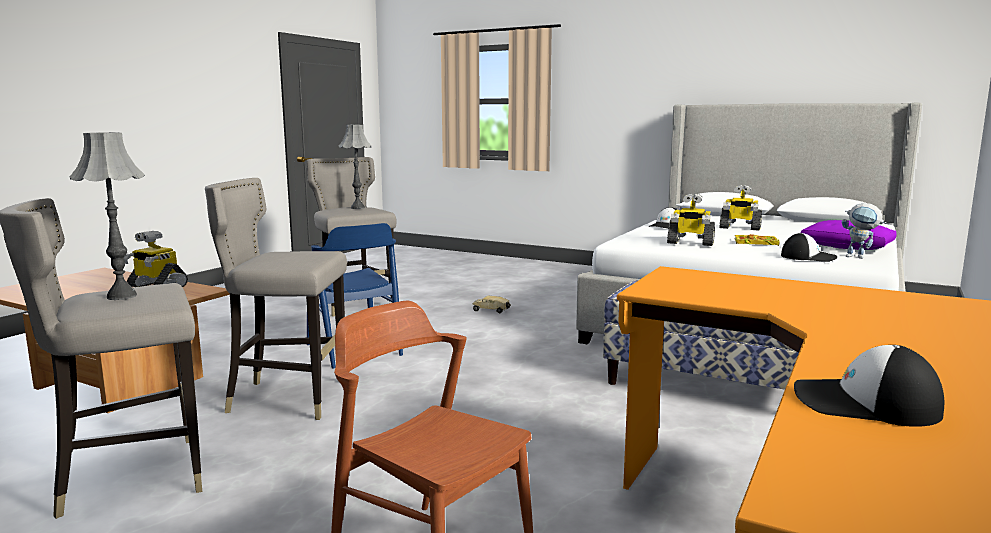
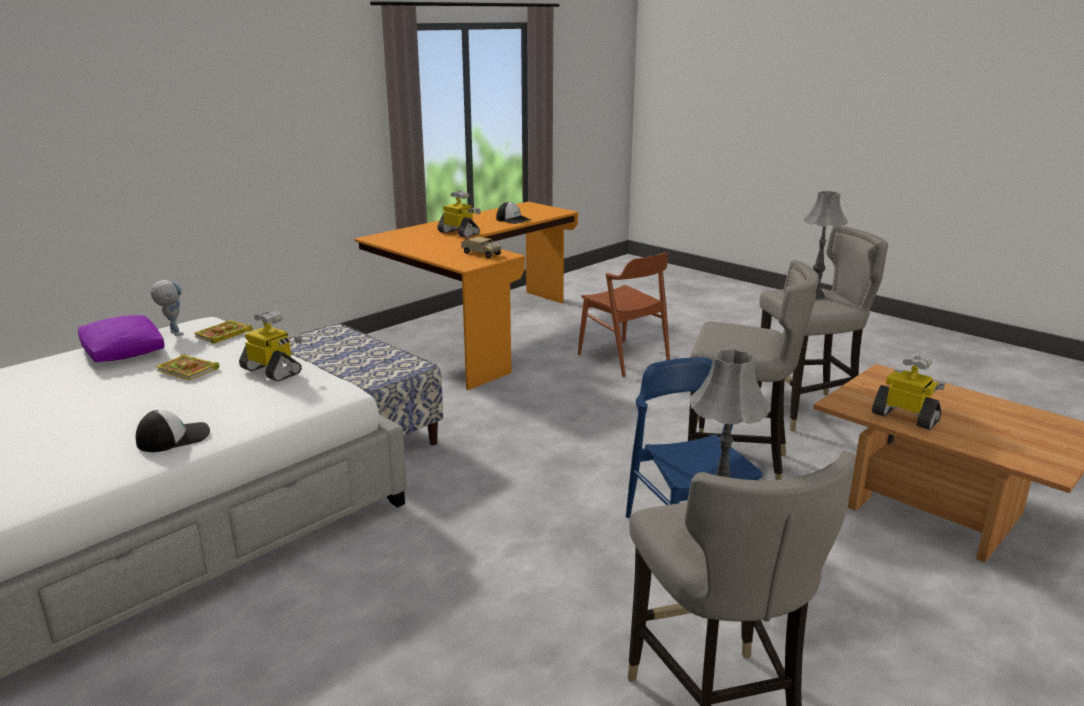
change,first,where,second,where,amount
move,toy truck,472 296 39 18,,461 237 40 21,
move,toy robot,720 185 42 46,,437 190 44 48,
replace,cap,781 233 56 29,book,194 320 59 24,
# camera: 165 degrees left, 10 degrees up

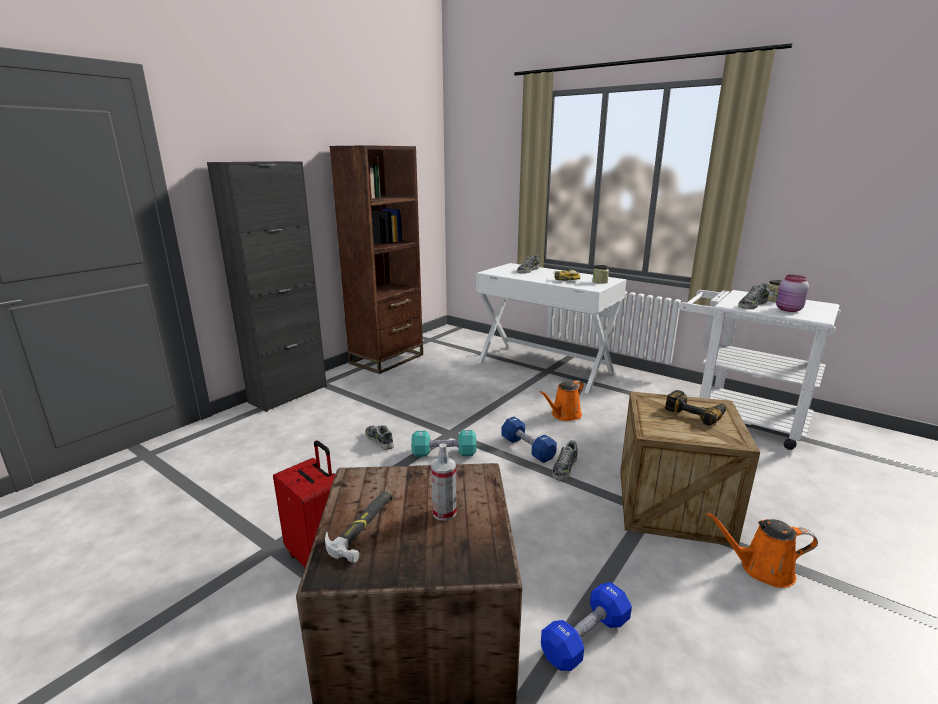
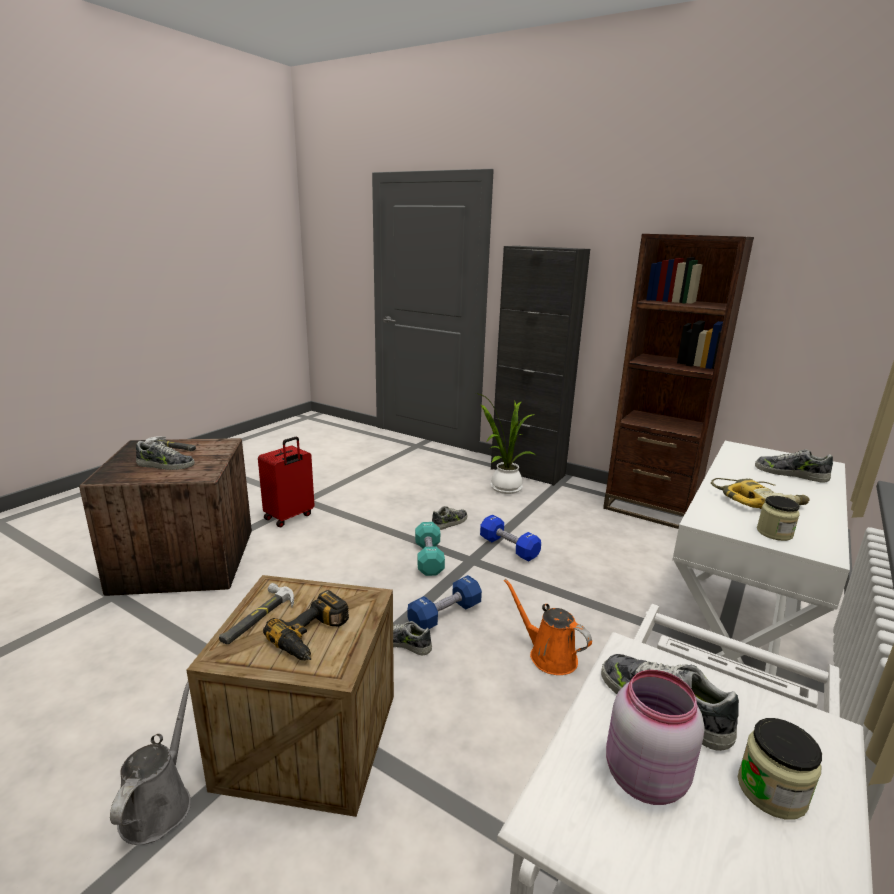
change,first,where,second,where,amount
replace,spray bottle,431 443 26 78,shoe,136 441 59 29,
move,blue dumbbell,541 582 91 89,,480 515 61 47,
recolor,orange watering can,706 511 112 77,grey watering can,110 681 81 164,
insert,,,hammer,219 583 75 61,
insert,,,potted plant,476 393 59 101,
# camera: 85 degrees right, 0 degrees up

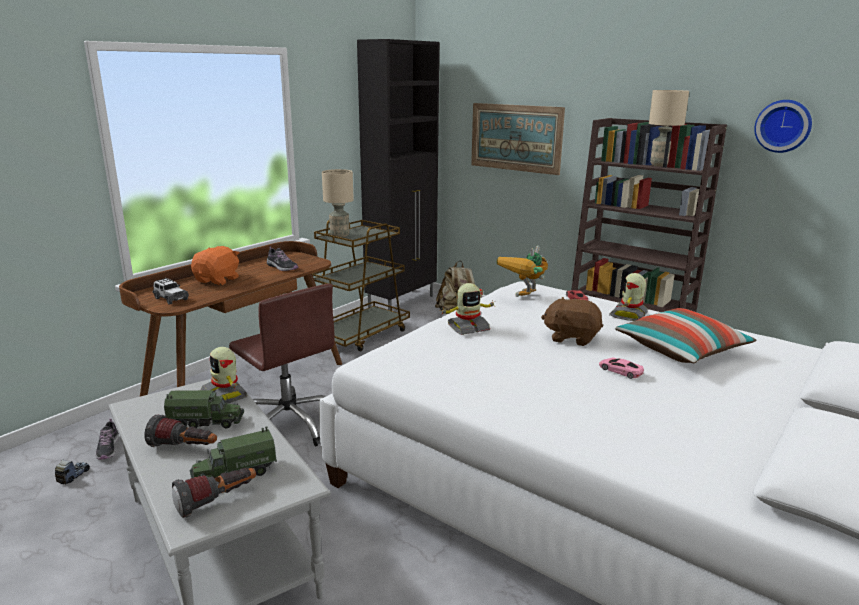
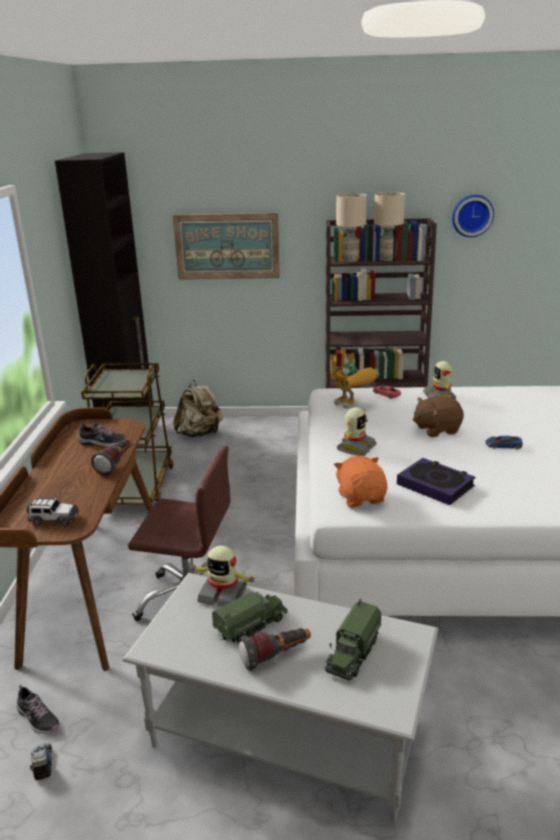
change,first,where,second,where,amount
move,flashlight,172 468 84 50,,91 439 40 36,
move,orange plush toy,191 246 48 39,,334 456 53 51,
move,beige table lamp,322 169 32 68,,336 193 31 69,
rotate,toy robot,497 245 51 52,,333 356 47 53,45 degrees counterclockwise
recolor,pink toy car,599 358 45 21,blue toy car,486 436 37 13,
delete,pillow,615 308 141 55,,,
insert,,,book,397 458 79 47,
# camera: 35 degrees left, 5 degrees up

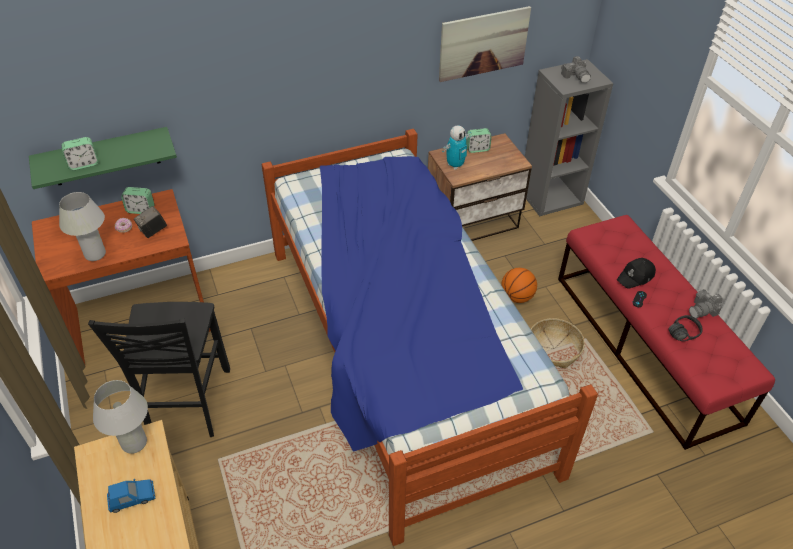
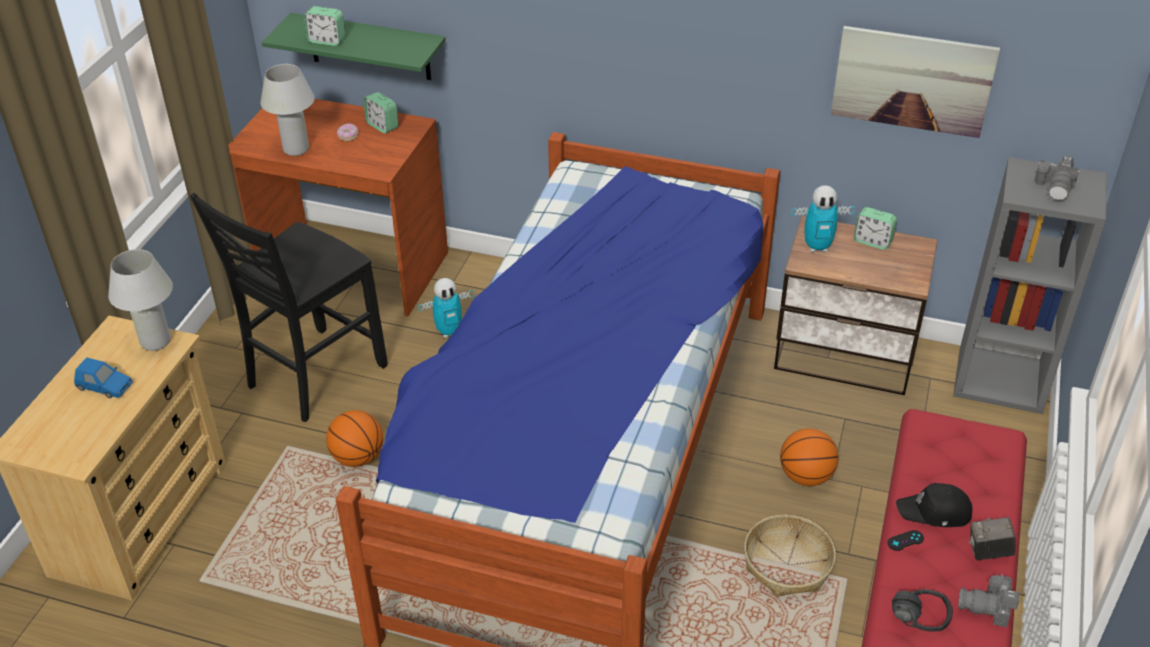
change,first,where,second,where,amount
move,photo camera,134 206 33 32,,969 517 47 43,
insert,,,basketball,326 410 57 57,
insert,,,toy robot,418 278 56 60,
# camera: 40 degrees right, 5 degrees down

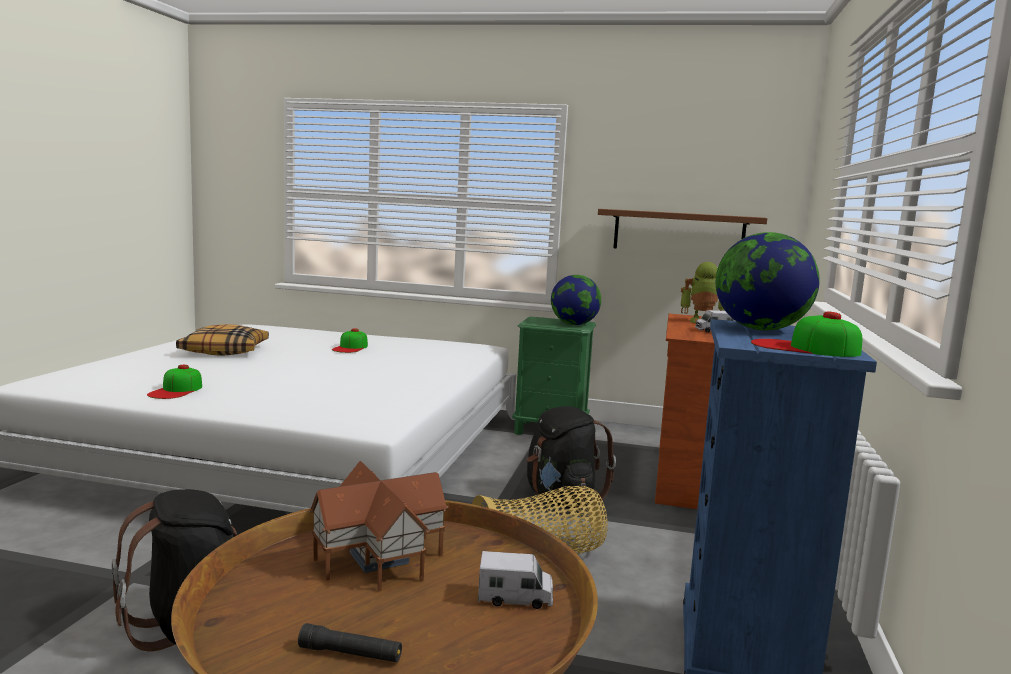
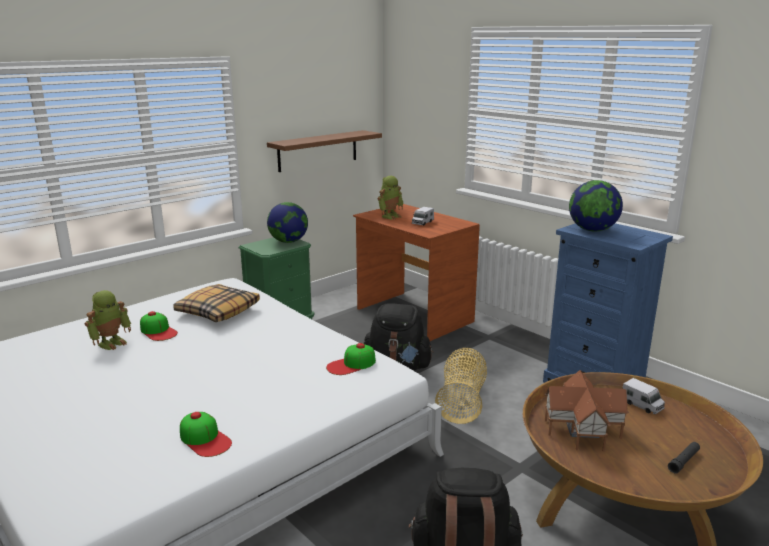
change,first,where,second,where,amount
move,pillow,176 324 93 31,,173 284 87 38,
rotate,toy truck,478 551 75 58,,623 378 42 36,105 degrees clockwise
move,cap,751 311 111 46,,326 343 50 32,
insert,,,toy robot,85 290 46 60,
# camera: 55 degrees left, 10 degrees up

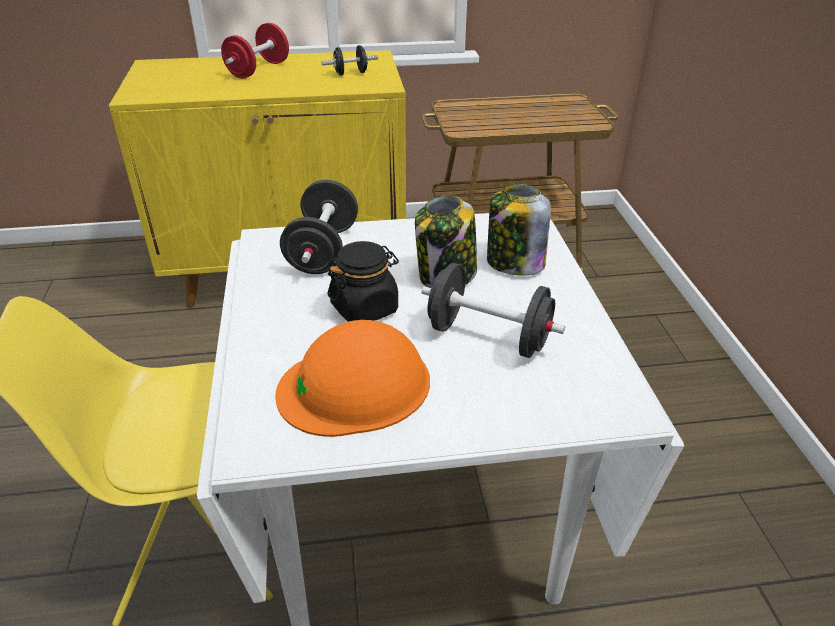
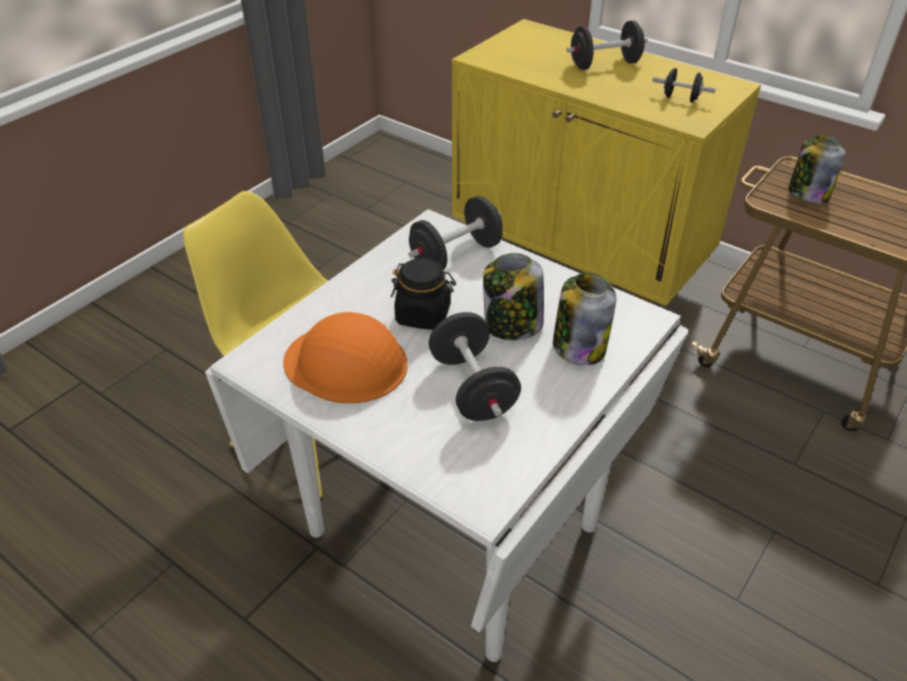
change,first,where,second,where,amount
recolor,red dumbbell,221 23 68 56,black dumbbell,567 20 81 50,
insert,,,jar,788 135 58 69,
# camera: 45 degrees right, 5 degrees up

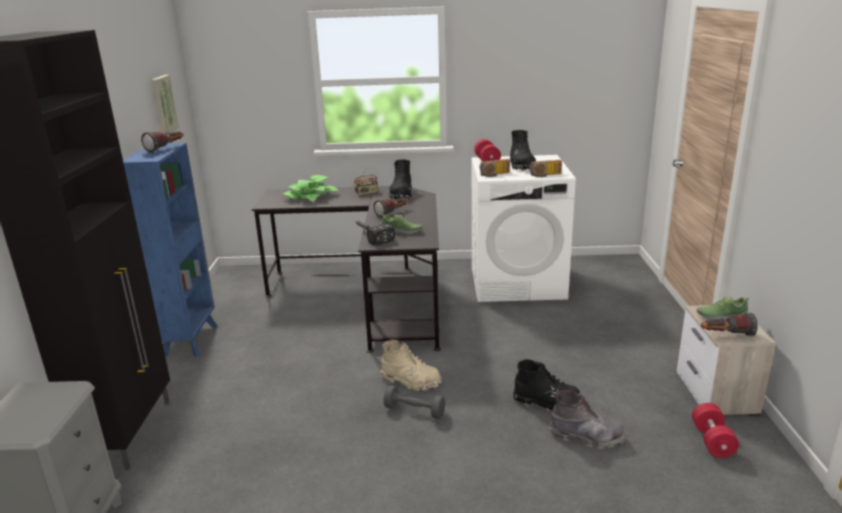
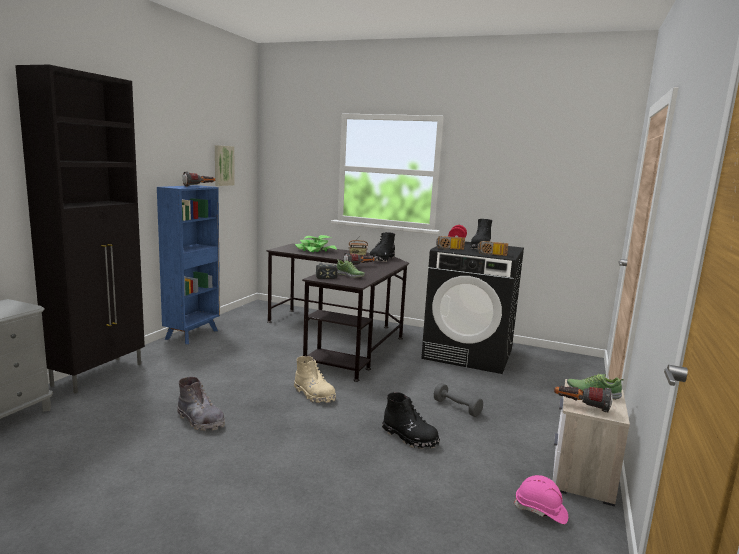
change,first,where,second,where,amount
move,grey dumbbell,384 385 61 34,,434 383 49 34,
recolor,white washing machine,471 155 105 147,black washing machine,421 241 103 133,
move,grey boot,550 390 75 59,,177 377 48 54,
replace,red dumbbell,692 403 47 55,pink hard hat,514 475 54 49,
# camera: 20 degrees right, 10 degrees down

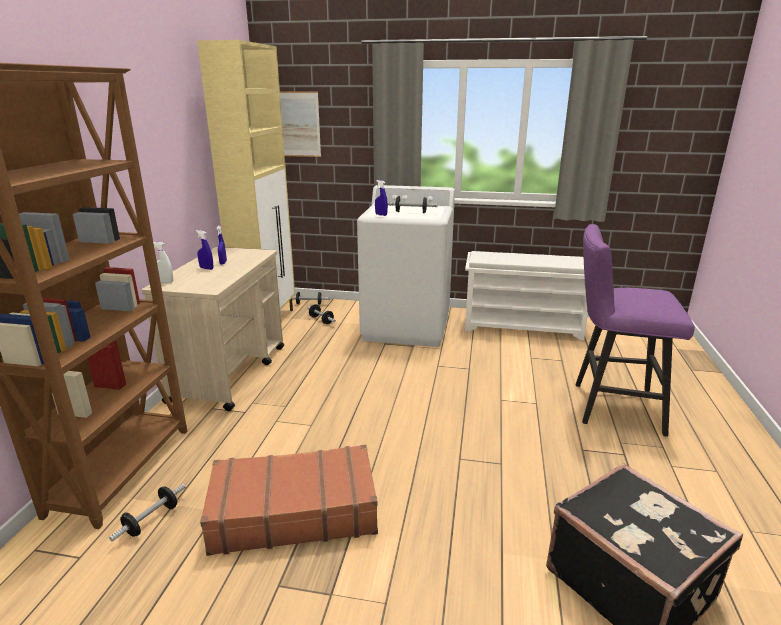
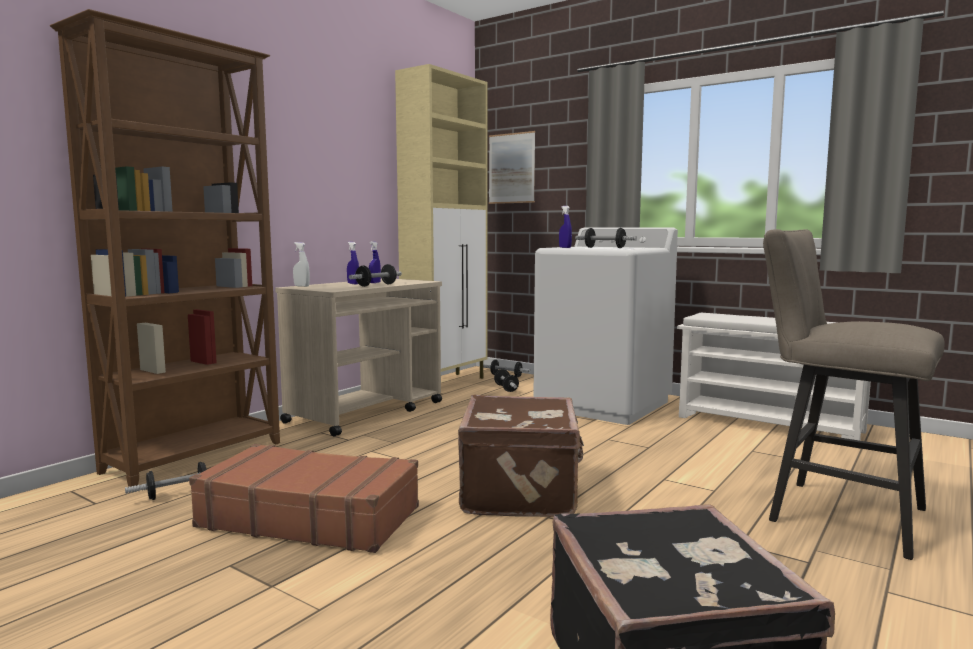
change,first,where,second,where,amount
recolor,purple stool,576 224 119 213,beige stool,763 229 182 331,
insert,,,dumbbell,349 264 53 23,
insert,,,brown suitcase,458 395 126 122,
# camera: 25 degrees right, 15 degrees down

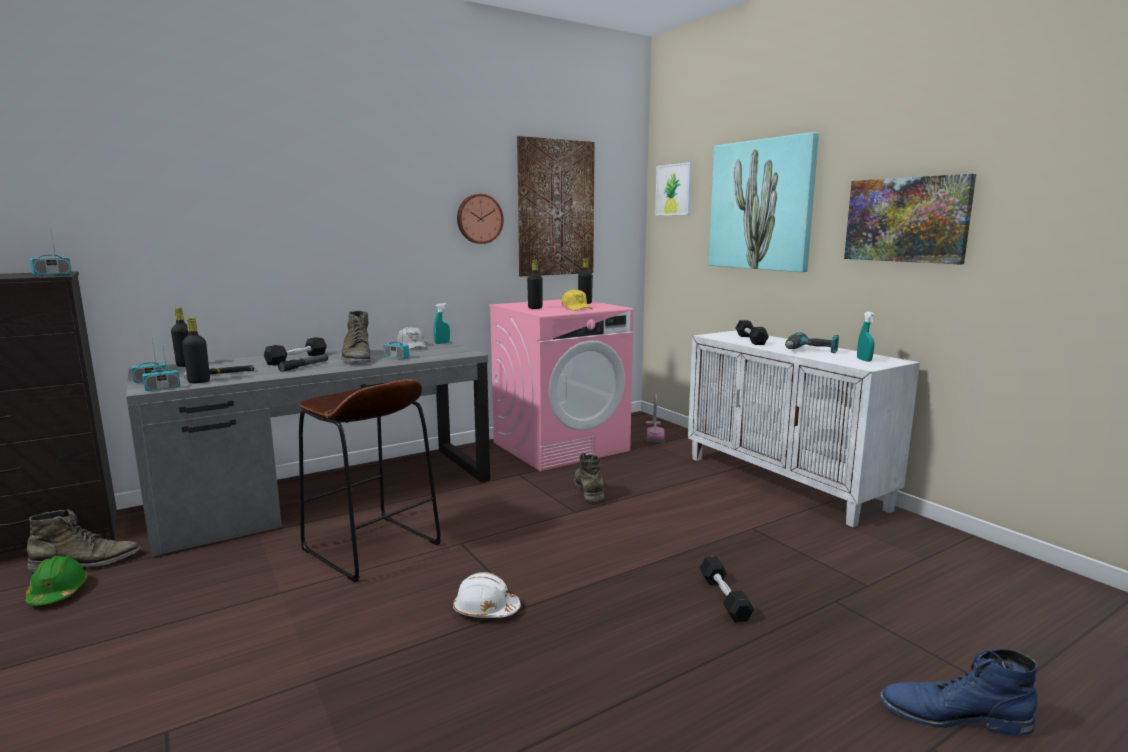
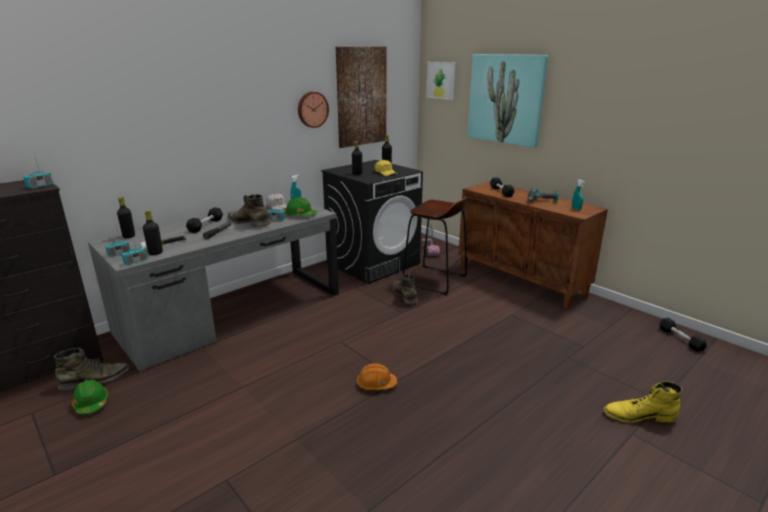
change,first,where,second,where,amount
move,brown stool,299 379 142 203,,403 196 64 99,
rotate,green boot,341 311 30 51,,227 194 43 33,150 degrees clockwise
recolor,white hard hat,453 572 68 46,orange hard hat,357 363 40 27,
recolor,pink washing machine,489 299 145 172,black washing machine,321 160 102 124,
recolor,white cabinet,688 330 232 197,brown cabinet,458 182 150 127,
move,black dumbbell,699 557 55 66,,659 318 48 34,
delete,picture,844 174 132 90,,,
recolor,blue boot,880 649 158 87,yellow boot,604 382 78 41,
insert,,,green hard hat,285 197 32 19,
# camera: 10 degrees left, 10 degrees up

